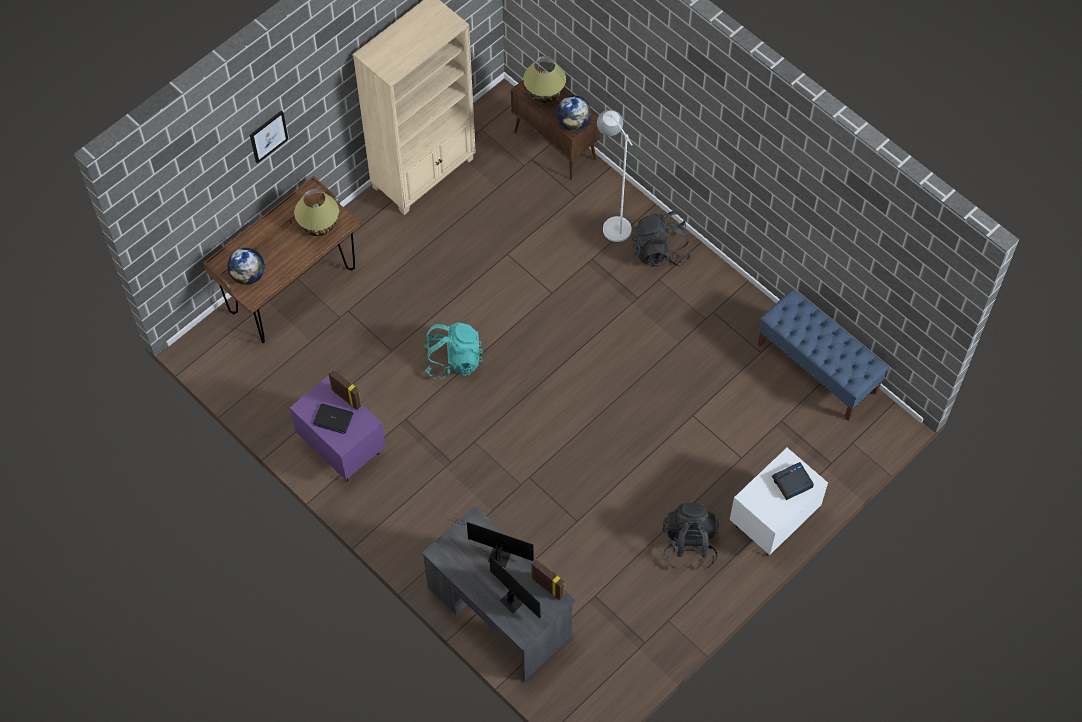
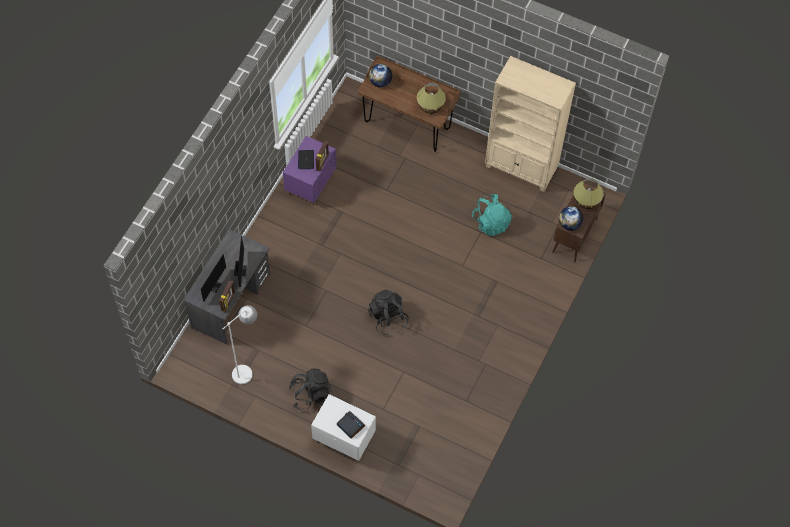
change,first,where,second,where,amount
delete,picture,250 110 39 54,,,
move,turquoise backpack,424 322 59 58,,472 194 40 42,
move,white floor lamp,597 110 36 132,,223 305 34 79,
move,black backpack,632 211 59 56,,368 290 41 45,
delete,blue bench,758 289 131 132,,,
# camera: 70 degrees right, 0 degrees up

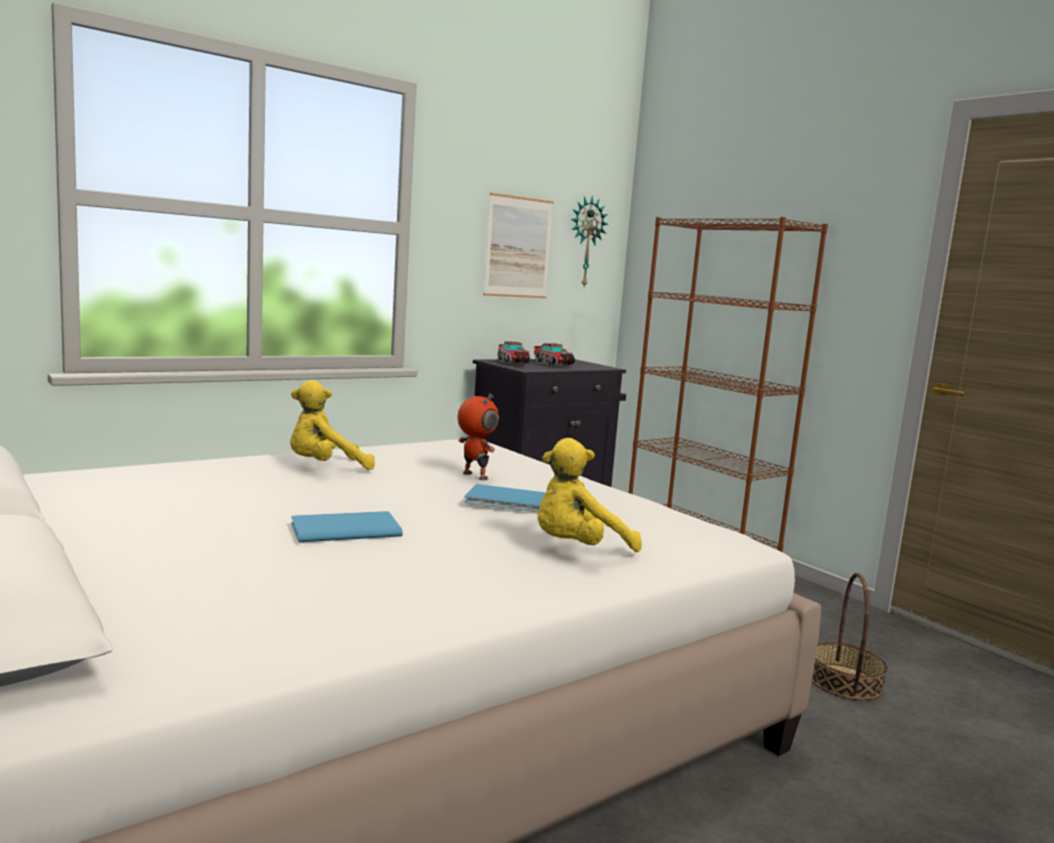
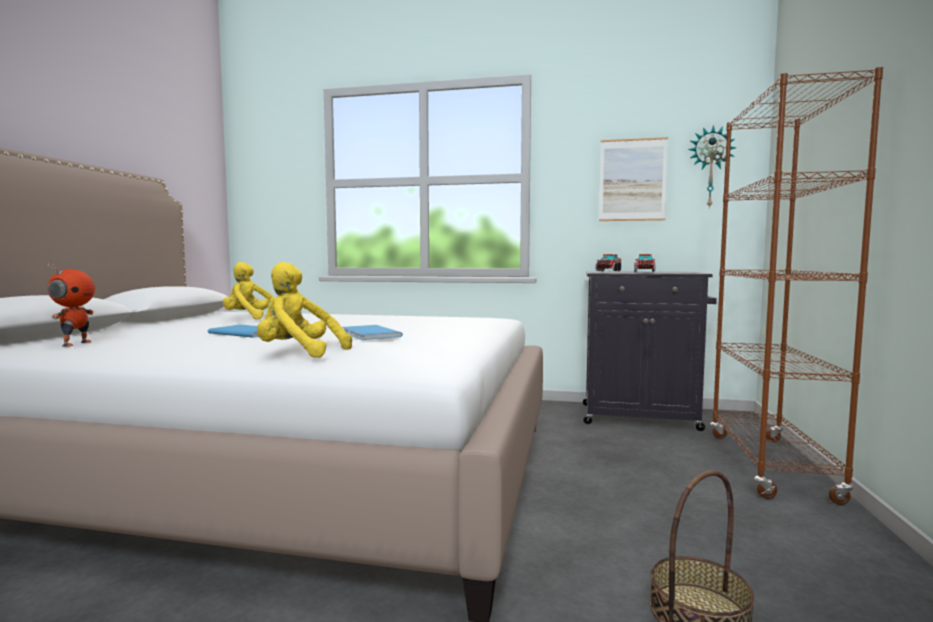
change,first,where,second,where,amount
move,yellow plush toy,290 380 85 90,,223 262 52 58,
move,toy robot,457 394 42 86,,47 263 48 84,
# camera: 50 degrees right, 5 degrees down

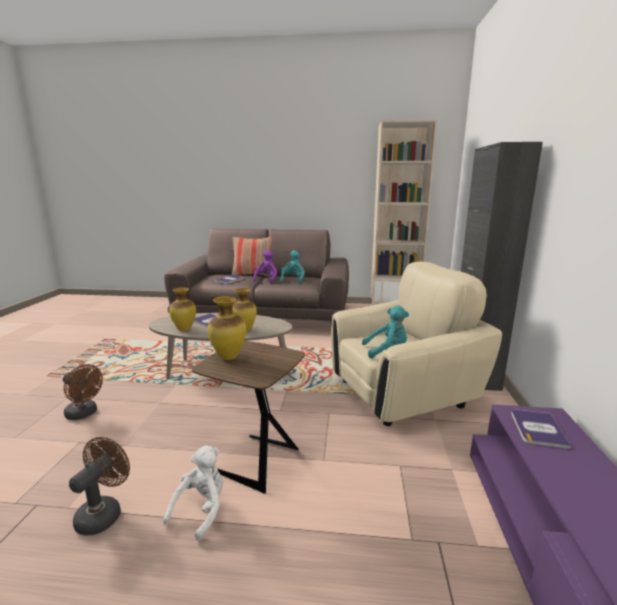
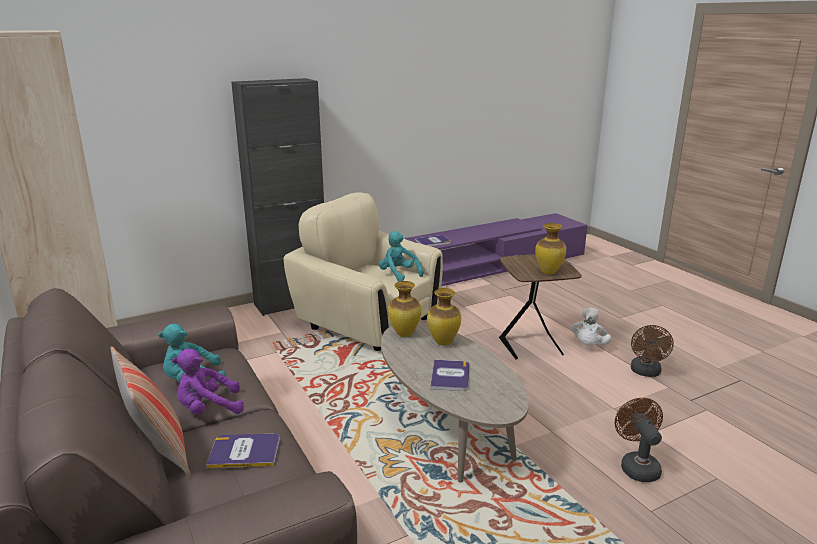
change,first,where,second,where,amount
rotate,brown fan,69 437 61 98,,631 325 43 52,60 degrees counterclockwise
rotate,white plush toy,163 445 60 96,,571 307 40 38,60 degrees counterclockwise
move,vase,169 287 27 44,,388 281 33 56,
# camera: 125 degrees left, 5 degrees up

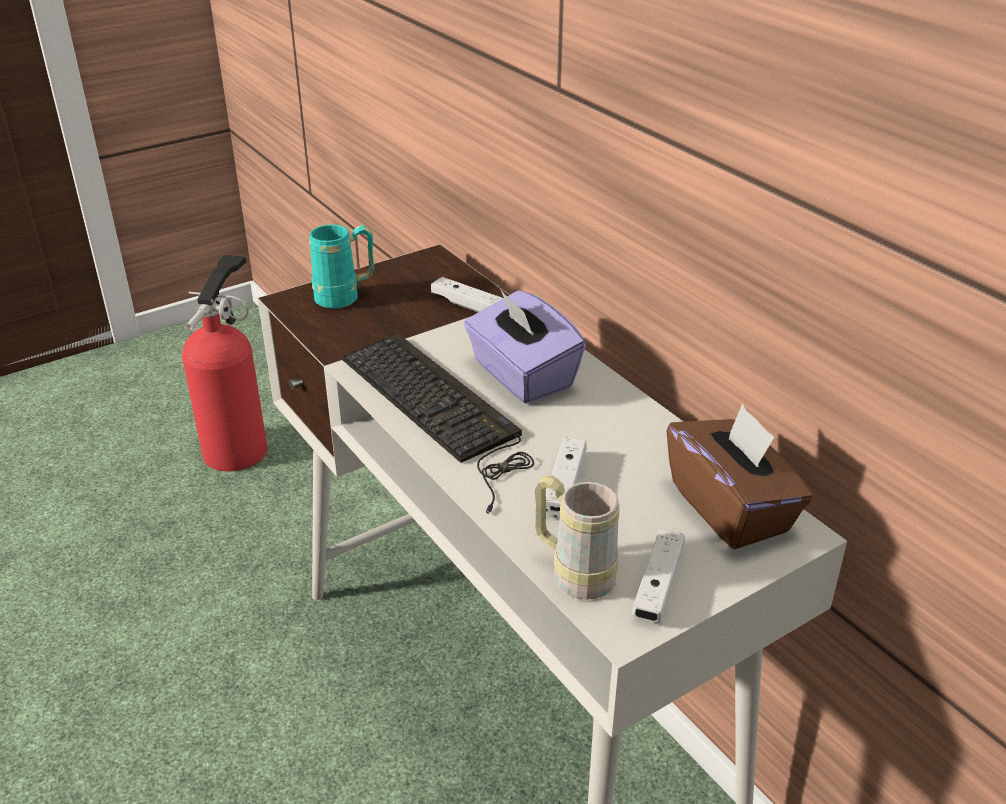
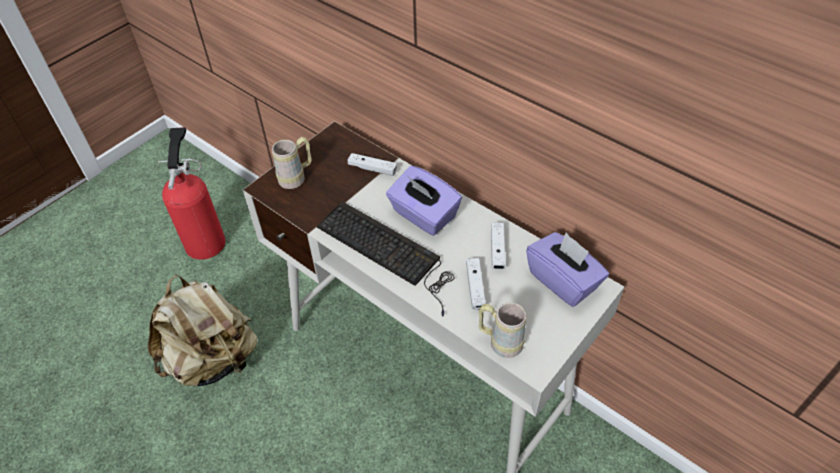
change,first,where,second,where,amount
recolor,turquoise mug,309 225 65 84,beige mug,272 137 39 52,
move,white game controller,632 529 53 93,,491 223 15 46,
recolor,brown tissue box,667 403 146 146,purple tissue box,526 232 83 75,
insert,,,beige backpack,148 274 109 112,
# camera: 15 degrees left, 15 degrees up

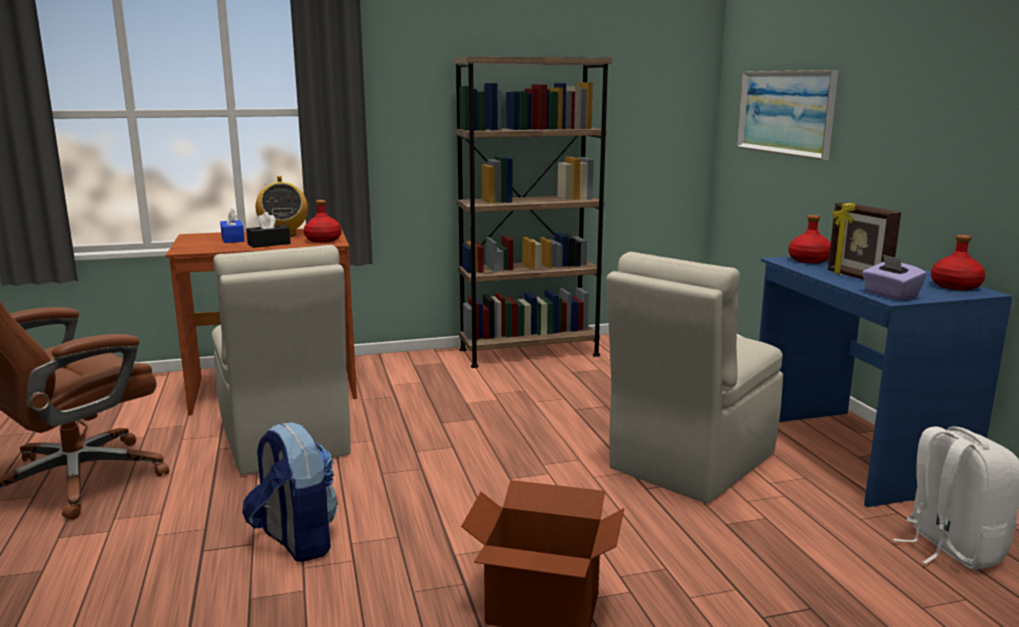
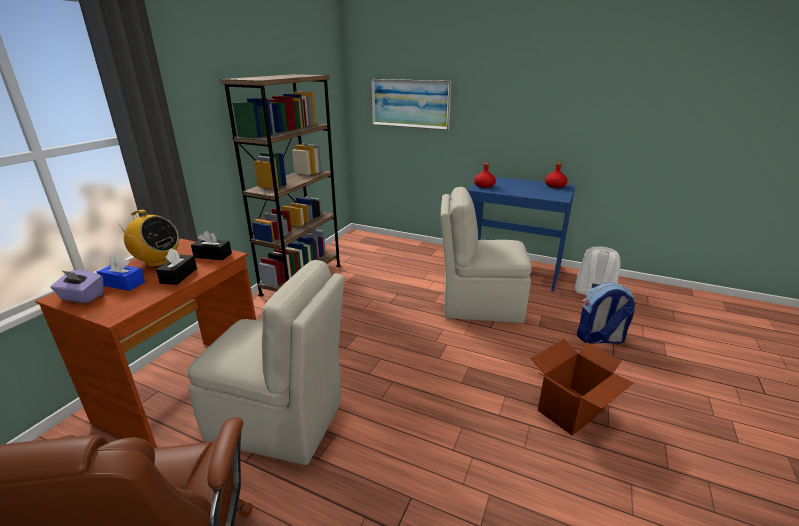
change,first,where,second,where,amount
move,backpack,242 422 96 140,,577 283 58 61,
replace,red bottle,304 200 38 43,black tissue box,191 231 41 29,
rotate,beige chair,606 252 177 251,,440 187 92 136,105 degrees clockwise
delete,picture frame,828 202 73 78,,,
move,purple tissue box,862 254 65 46,,50 270 54 33,
# camera: 50 degrees left, 10 degrees up

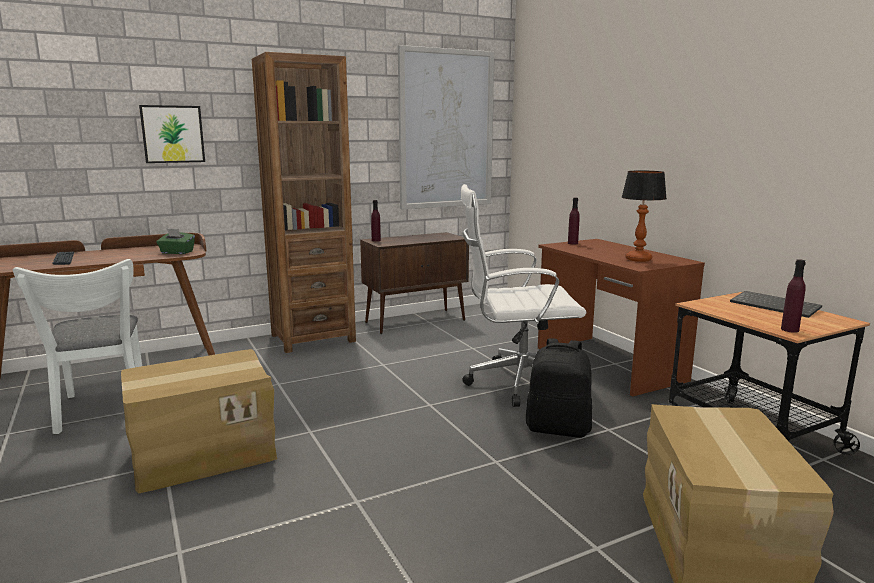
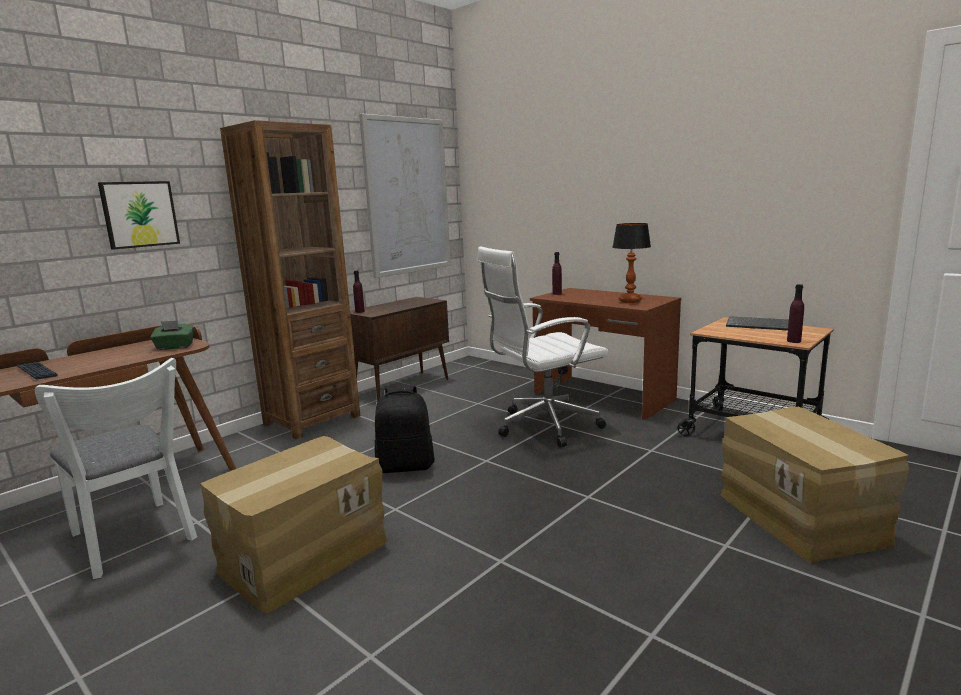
change,first,where,second,where,amount
move,black backpack,526 338 66 100,,375 386 60 87,
# camera: 20 degrees left, 0 degrees up

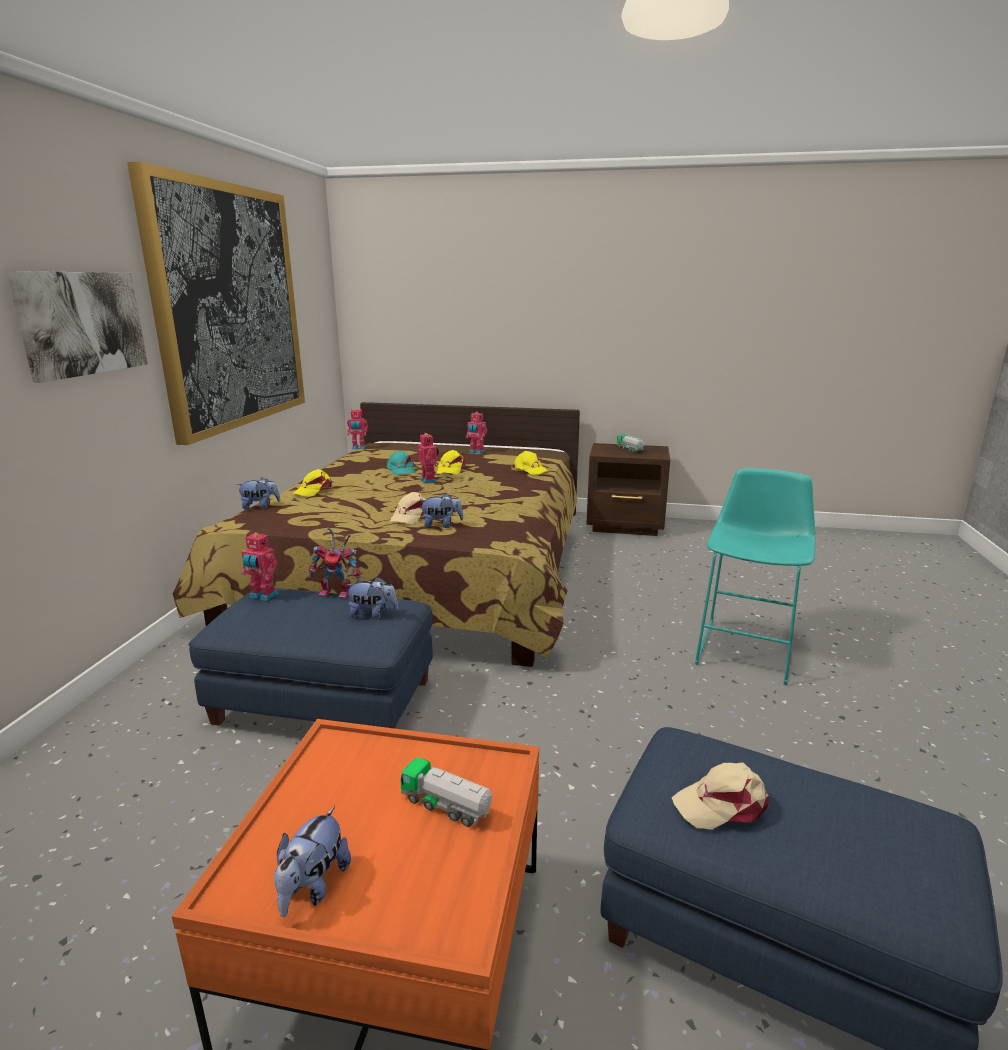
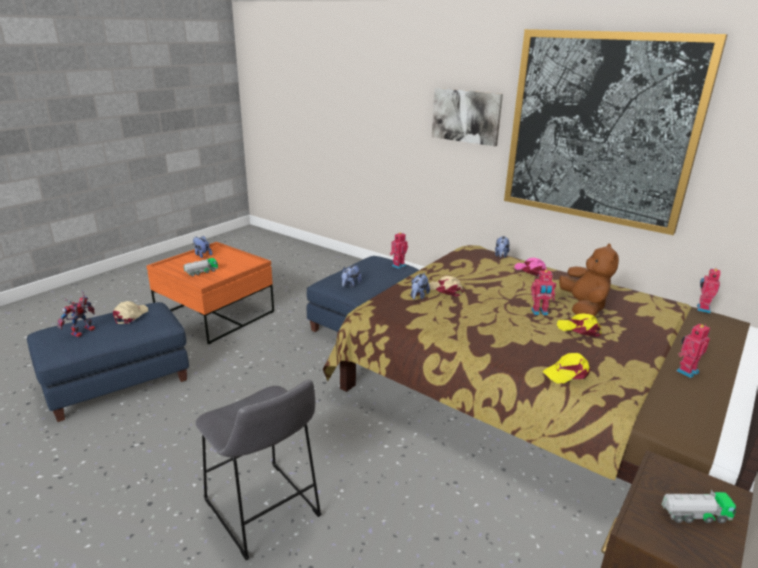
change,first,where,second,where,amount
recolor,yellow cap,292 469 40 28,pink cap,515 258 32 18,
move,toy robot,309 527 52 72,,58 291 37 46,
replace,turquoise cap,387 451 29 24,brown plush toy,559 244 60 72,
recolor,turquoise stool,695 468 121 217,grey stool,195 379 126 181,
# camera: 115 degrees right, 5 degrees up

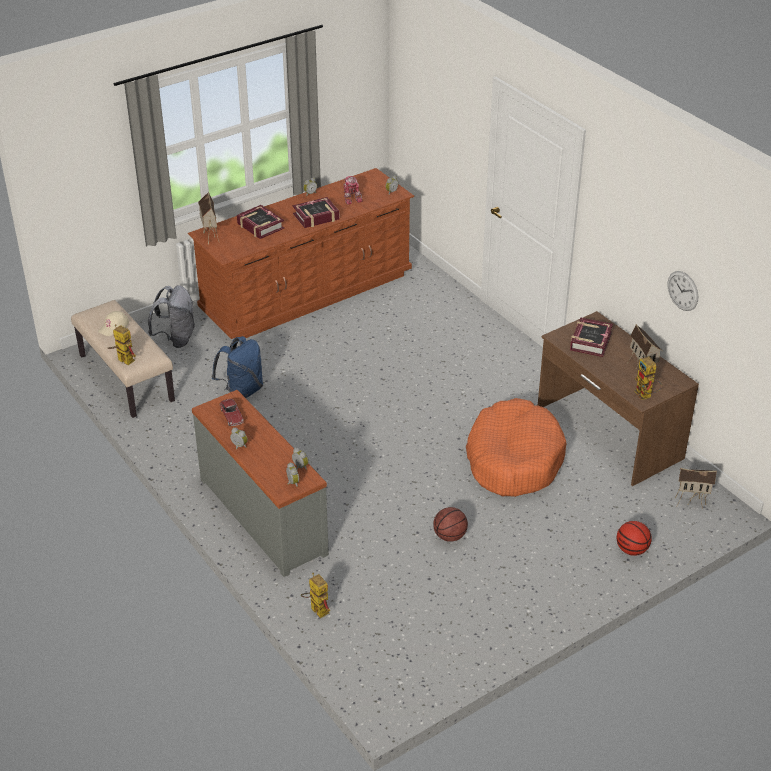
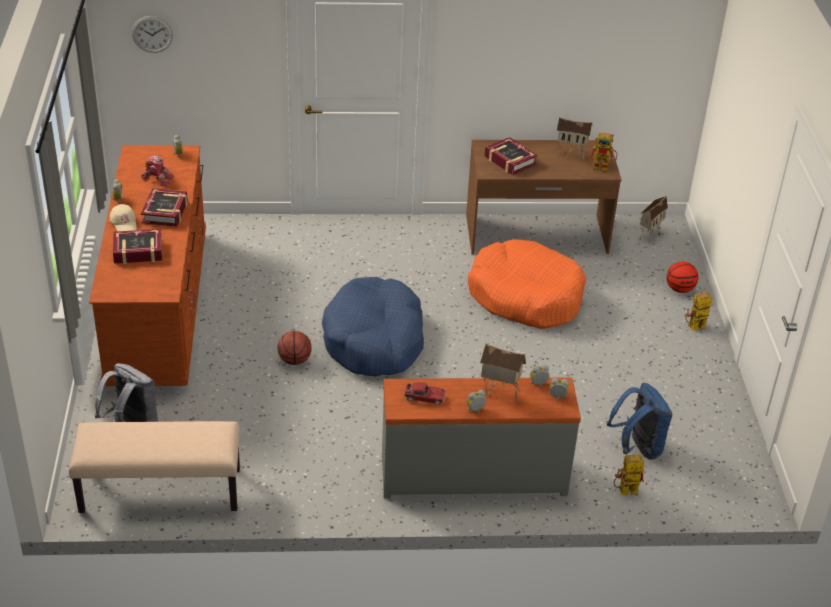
change,first,where,second,where,amount
move,beige cap,98 311 31 25,,110 204 27 27,
move,toy robot,108 324 28 41,,685 292 27 39,
move,toy house,198 192 21 53,,480 343 46 59,
move,blue backpack,211 336 52 62,,607 383 65 77,
move,basketball,433 507 35 35,,278 331 34 34,
move,wall clock,667 271 31 40,,132 16 41 37,
insert,,,blue dog bed,322 277 102 99,
# camera: 60 degrees left, 0 degrees up

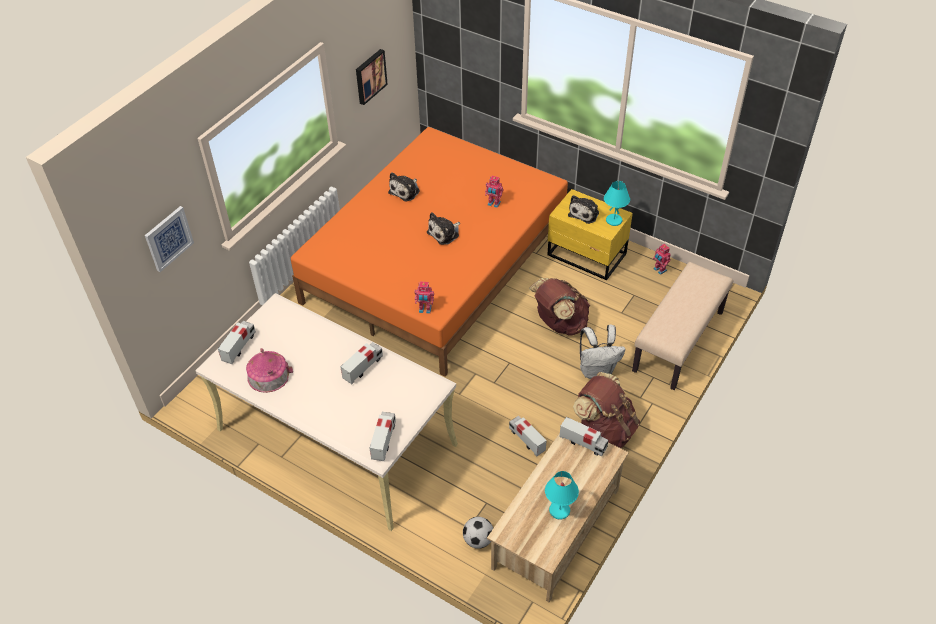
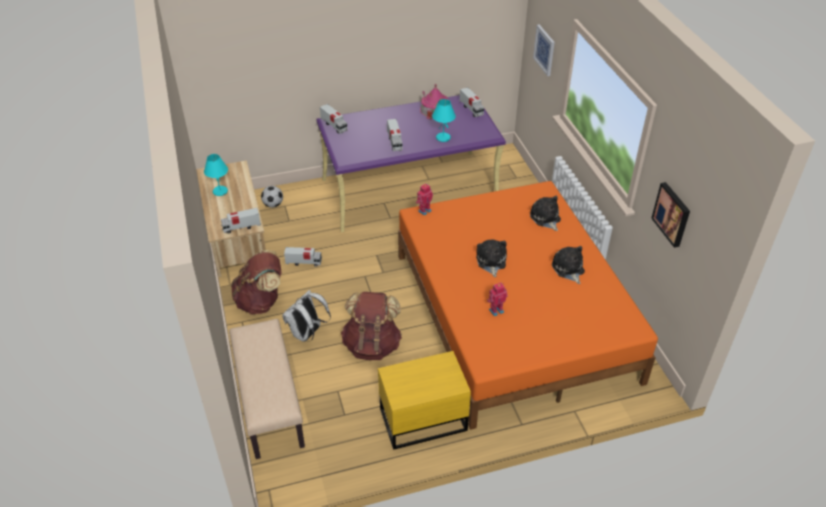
change,first,where,second,where,amount
recolor,beige desk,195 293 263 238,purple desk,316 93 190 140,
move,plush toy,568 195 31 29,,530 196 31 35,
move,turquoise table lamp,604 181 26 45,,432 99 24 43,
delete,toy robot,653 244 18 31,,,
# camera: 130 degrees right, 5 degrees down

